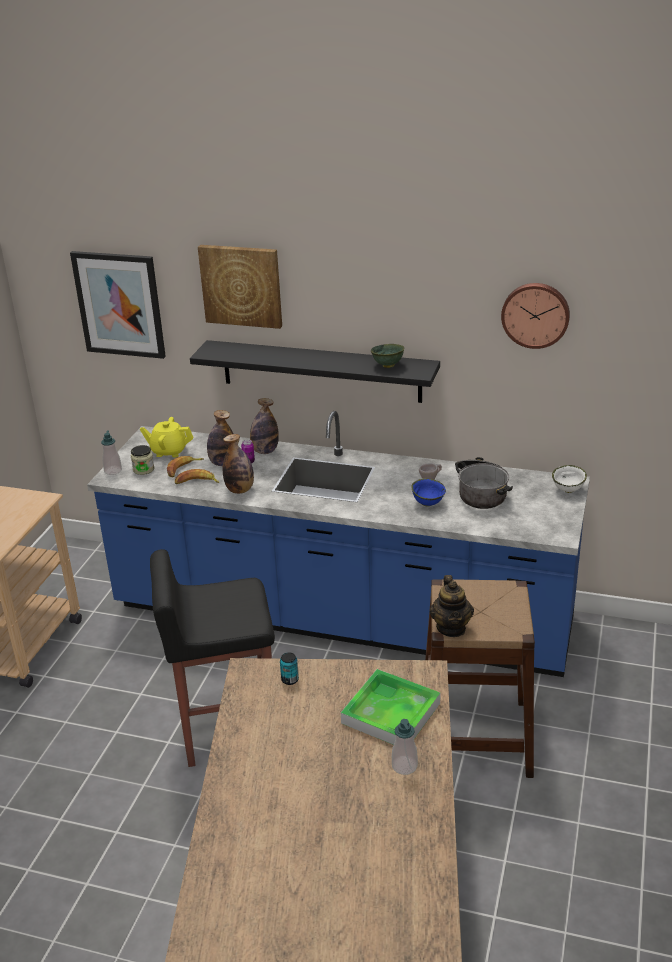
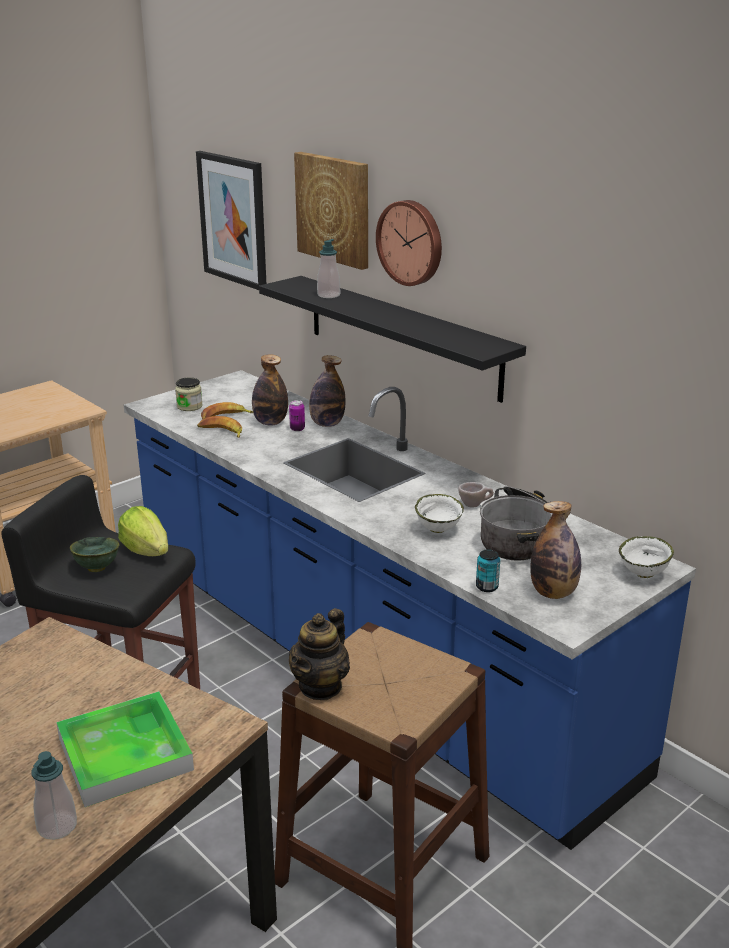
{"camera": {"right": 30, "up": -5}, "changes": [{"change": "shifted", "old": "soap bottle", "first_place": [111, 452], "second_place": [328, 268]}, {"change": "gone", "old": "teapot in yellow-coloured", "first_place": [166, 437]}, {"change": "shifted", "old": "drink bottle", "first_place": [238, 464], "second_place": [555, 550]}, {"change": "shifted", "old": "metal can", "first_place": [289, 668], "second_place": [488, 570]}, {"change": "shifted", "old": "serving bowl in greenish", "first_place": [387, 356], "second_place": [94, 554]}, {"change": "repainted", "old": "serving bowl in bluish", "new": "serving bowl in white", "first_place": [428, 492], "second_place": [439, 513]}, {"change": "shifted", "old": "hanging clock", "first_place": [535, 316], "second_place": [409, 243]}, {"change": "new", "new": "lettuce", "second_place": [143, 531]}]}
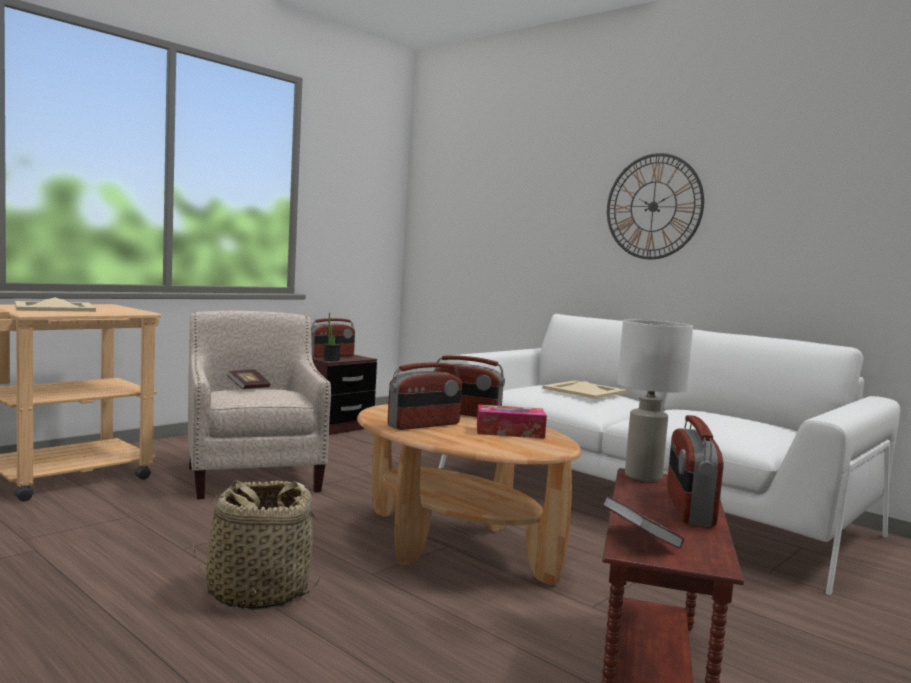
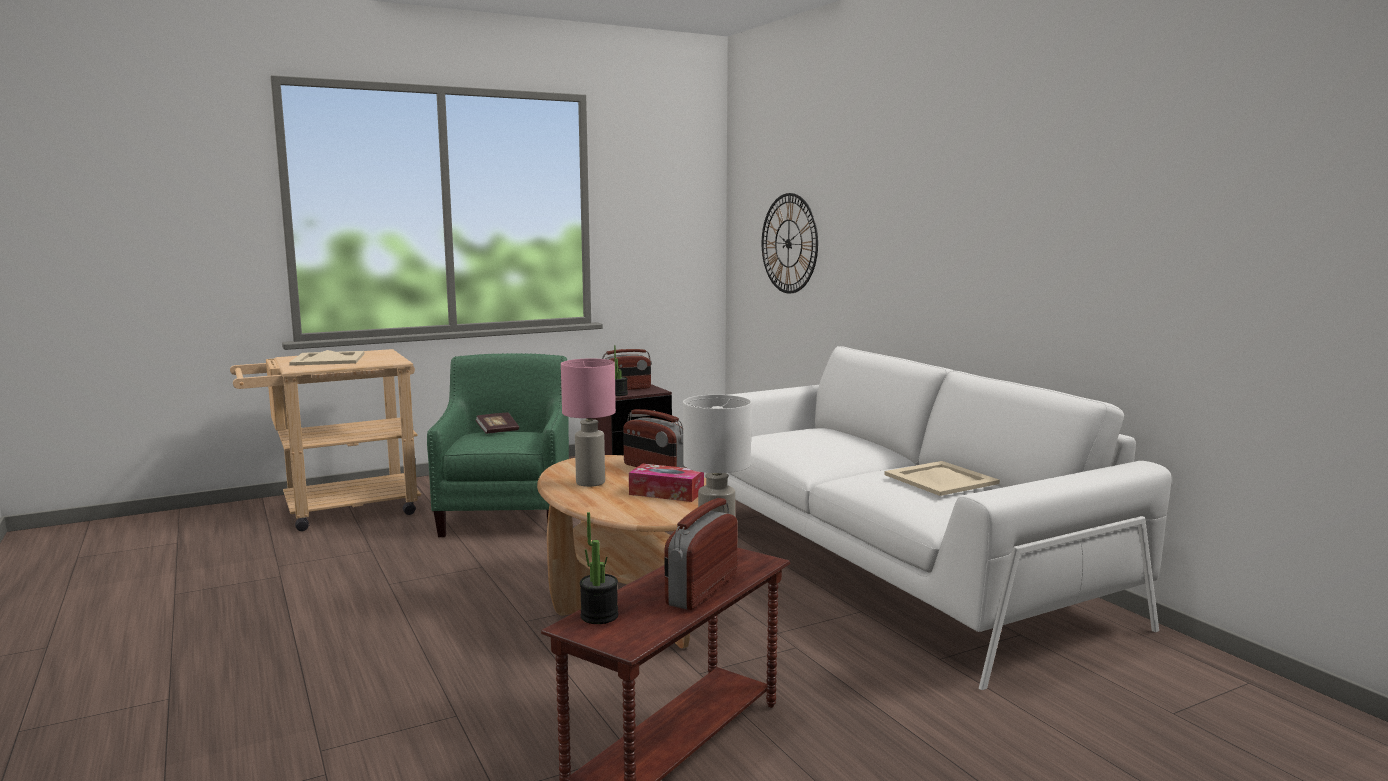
{"camera": {"right": 20, "up": 5}, "changes": [{"change": "repainted", "old": "armchair in sand-coloured", "new": "armchair in greenish", "first_place": [259, 405], "second_place": [498, 445]}, {"change": "gone", "old": "household basket", "first_place": [257, 545]}, {"change": "swapped", "old": "radio set", "new": "tabletop lamp in pink-coloured", "first_place": [425, 396], "second_place": [588, 423]}, {"change": "shifted", "old": "serving tray in sand-coloured", "first_place": [584, 389], "second_place": [942, 478]}, {"change": "swapped", "old": "book", "new": "potted plant", "first_place": [643, 522], "second_place": [599, 568]}, {"change": "shifted", "old": "hanging clock", "first_place": [655, 206], "second_place": [790, 243]}]}
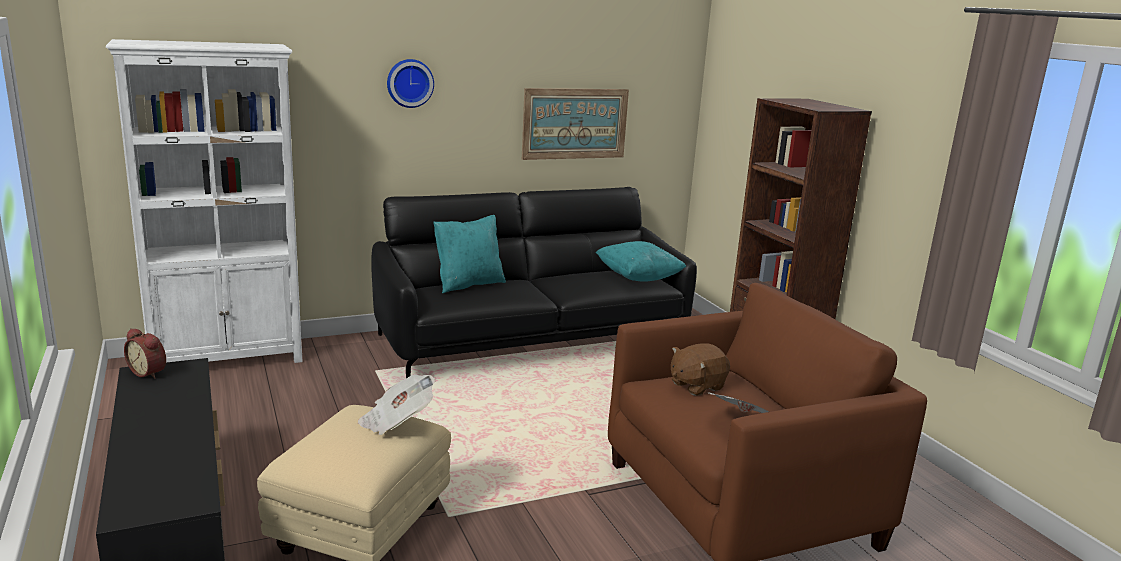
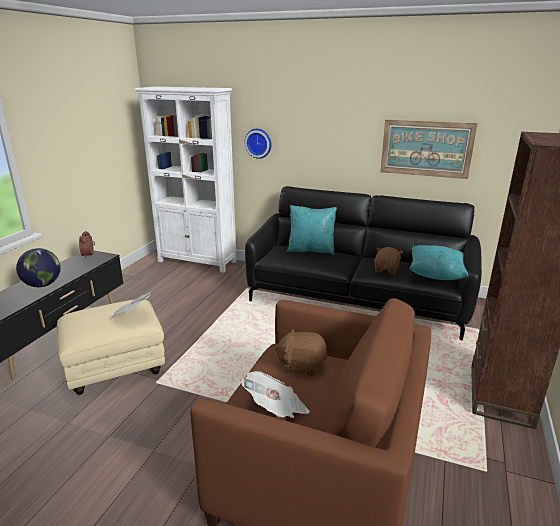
{"camera": {"right": 45, "up": 5}, "changes": [{"change": "shifted", "old": "hanging clock", "first_place": [410, 83], "second_place": [258, 144]}, {"change": "new", "new": "world globe", "second_place": [38, 267]}, {"change": "new", "new": "soft toy in brownish", "second_place": [388, 261]}]}
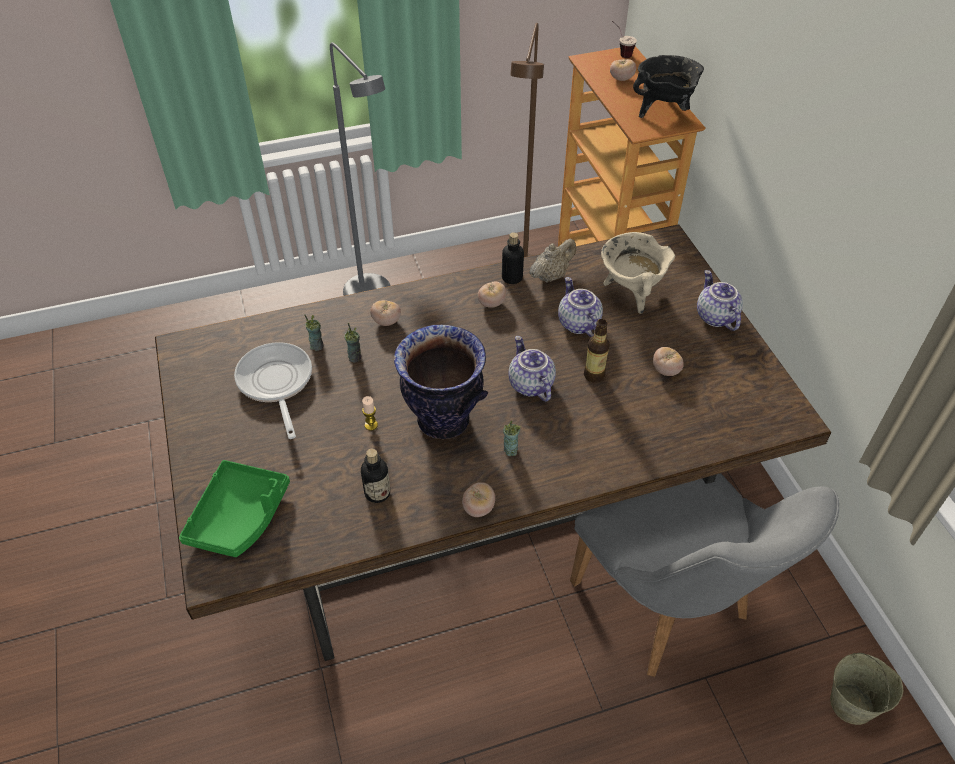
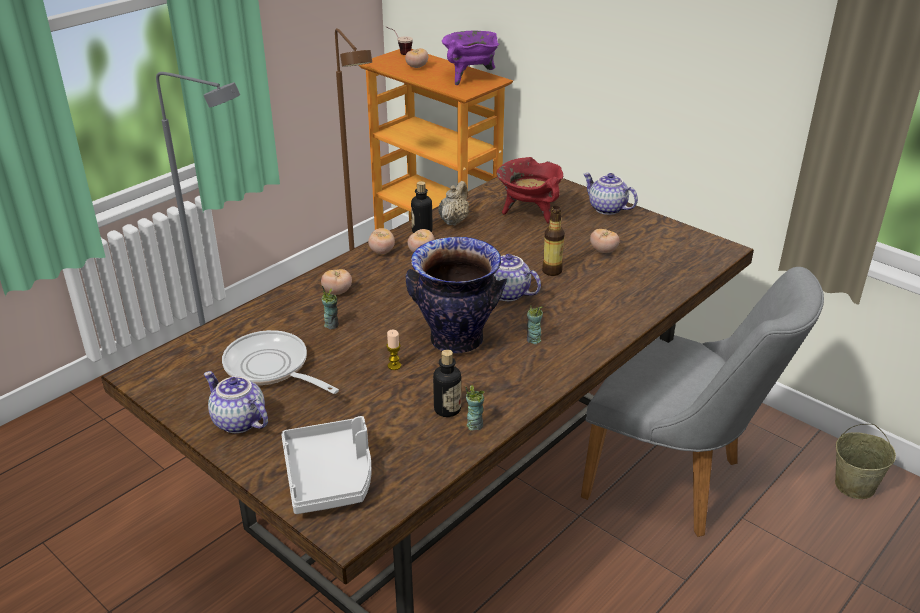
{"camera": {"right": -30, "up": -15}, "changes": [{"change": "repainted", "old": "serving tray in greenish", "new": "serving tray in grey", "first_place": [234, 508], "second_place": [326, 465]}, {"change": "shifted", "old": "small cup", "first_place": [313, 332], "second_place": [474, 408]}, {"change": "shifted", "old": "whole tomato", "first_place": [478, 499], "second_place": [381, 241]}, {"change": "shifted", "old": "teapot", "first_place": [580, 307], "second_place": [236, 402]}, {"change": "repainted", "old": "stockpot in sand-coloured", "new": "stockpot in reddish", "first_place": [638, 273], "second_place": [530, 190]}, {"change": "repainted", "old": "stockpot in blackish", "new": "stockpot in purple", "first_place": [668, 86], "second_place": [471, 58]}]}
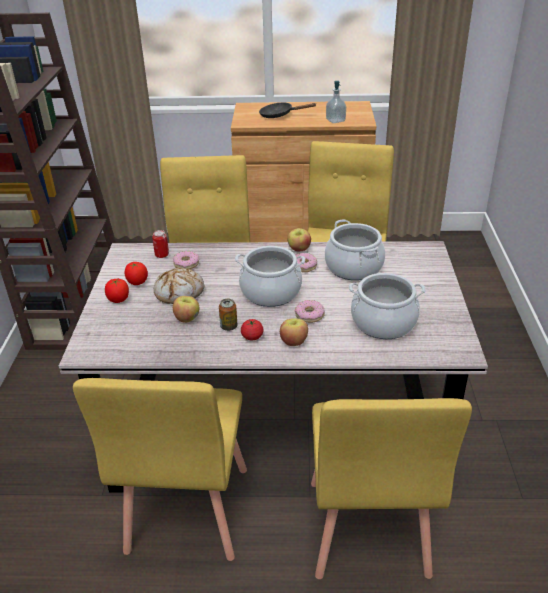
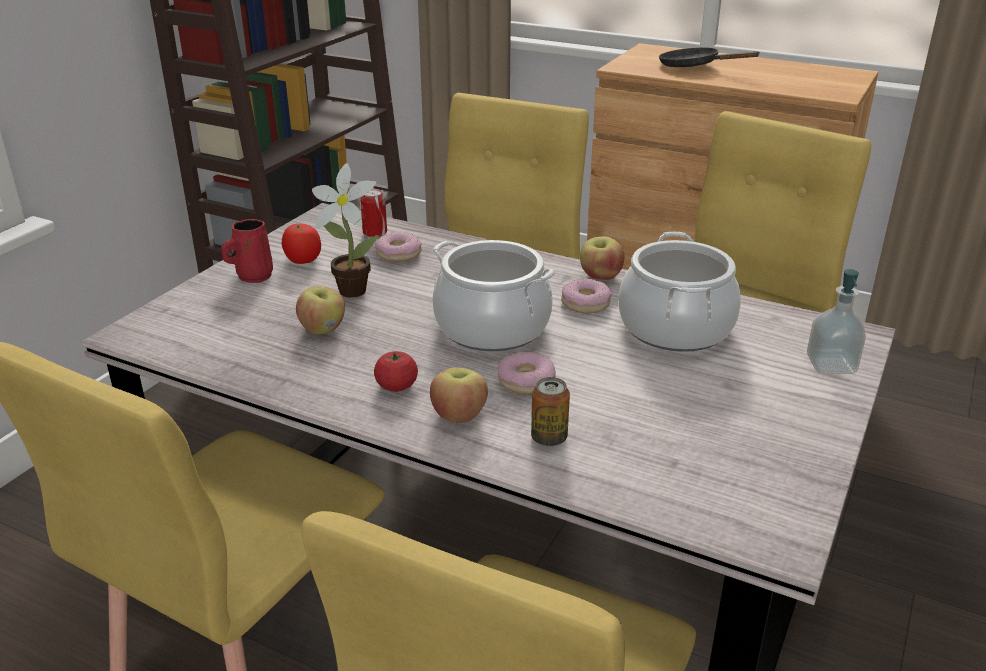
{"camera": {"right": 25, "up": -5}, "changes": [{"change": "swapped", "old": "whole tomato", "new": "coffee mug in reddish", "first_place": [117, 291], "second_place": [247, 251]}, {"change": "swapped", "old": "bakery bread", "new": "potted plant", "first_place": [179, 286], "second_place": [345, 230]}, {"change": "shifted", "old": "metal can", "first_place": [228, 315], "second_place": [550, 411]}, {"change": "shifted", "old": "soap bottle", "first_place": [336, 102], "second_place": [836, 321]}, {"change": "gone", "old": "stockpot", "first_place": [387, 306]}]}
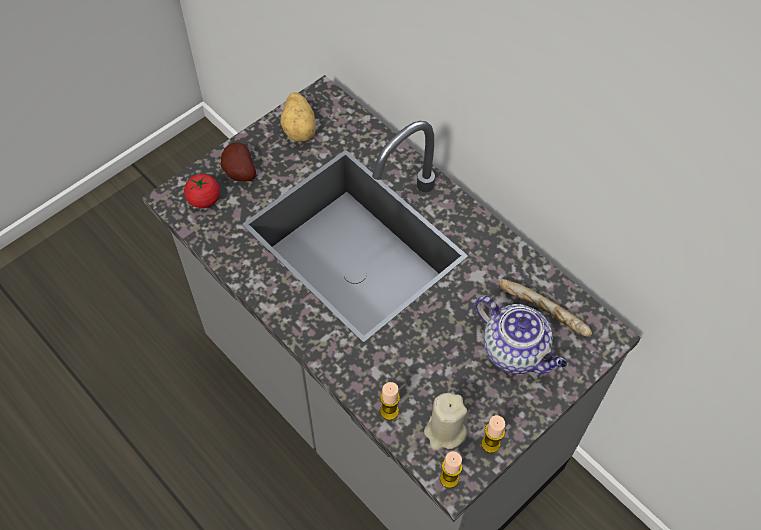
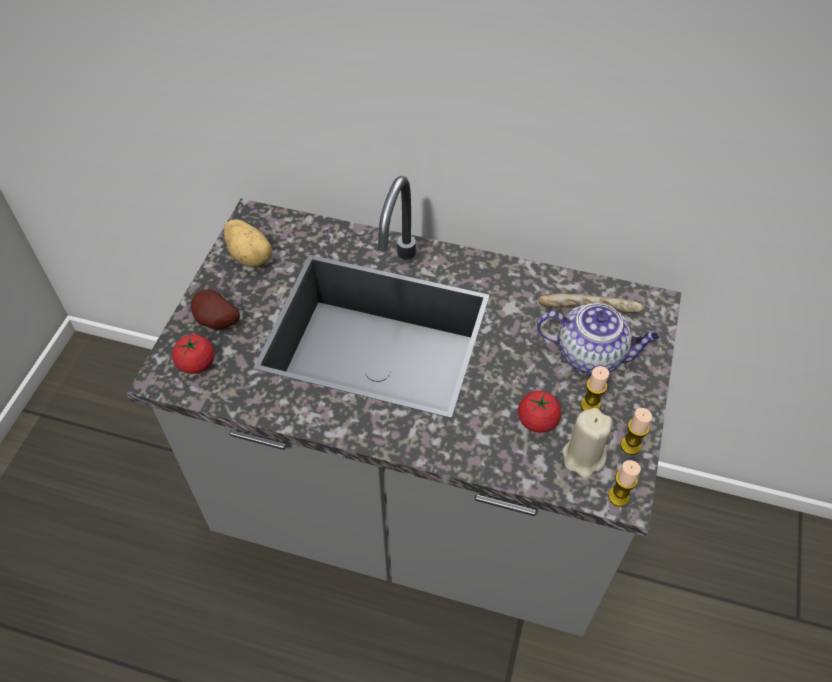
{"camera": {"right": -30, "up": -5}, "changes": [{"change": "shifted", "old": "candle", "first_place": [390, 401], "second_place": [595, 388]}, {"change": "new", "new": "whole tomato", "second_place": [539, 412]}]}
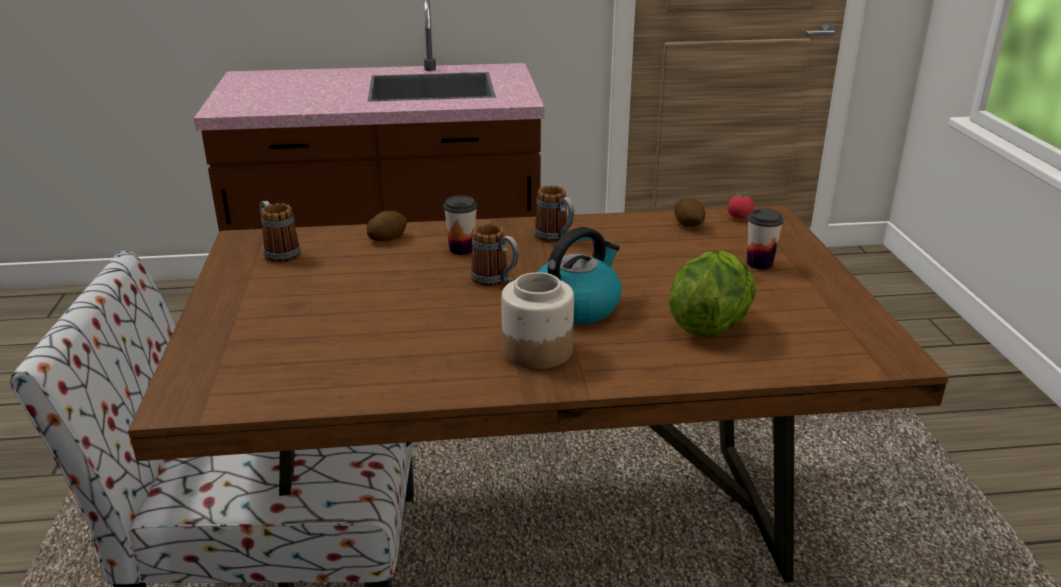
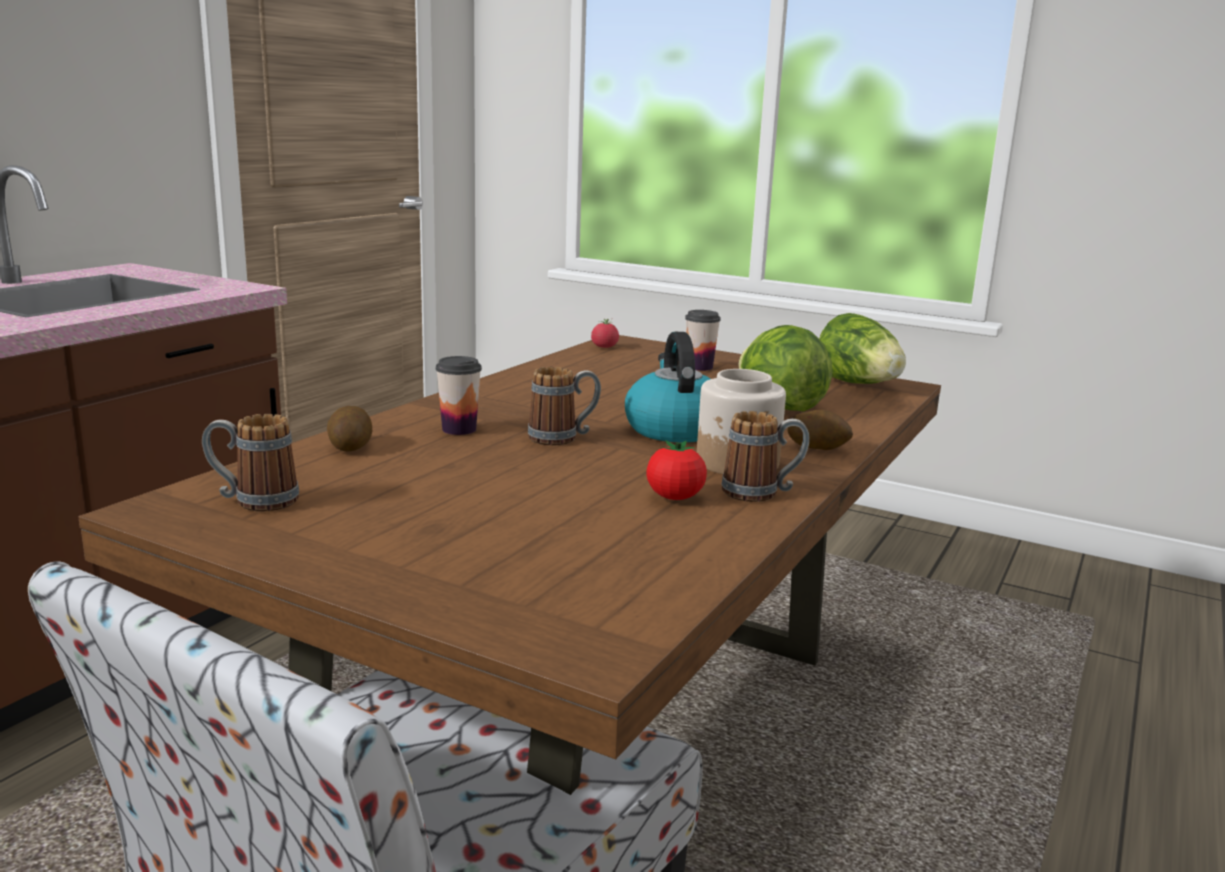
{"camera": {"right": -55, "up": -10}, "changes": [{"change": "shifted", "old": "coffee mug", "first_place": [554, 213], "second_place": [765, 456]}, {"change": "shifted", "old": "whole potato", "first_place": [689, 212], "second_place": [820, 429]}, {"change": "new", "new": "whole tomato", "second_place": [676, 470]}, {"change": "new", "new": "lettuce", "second_place": [862, 348]}]}
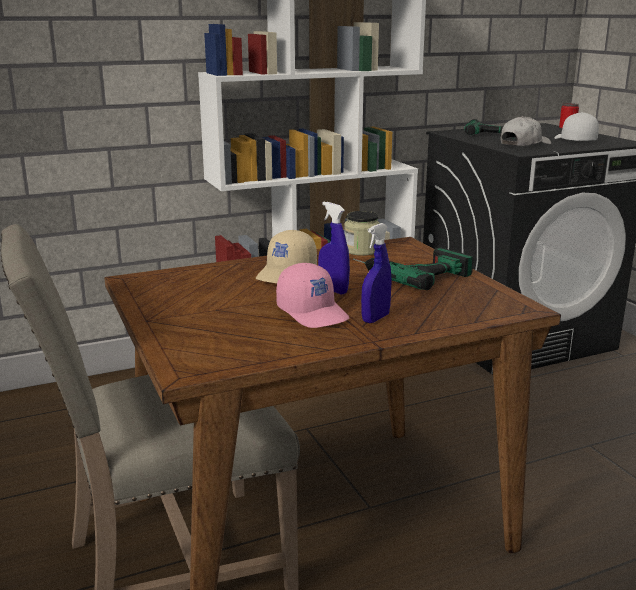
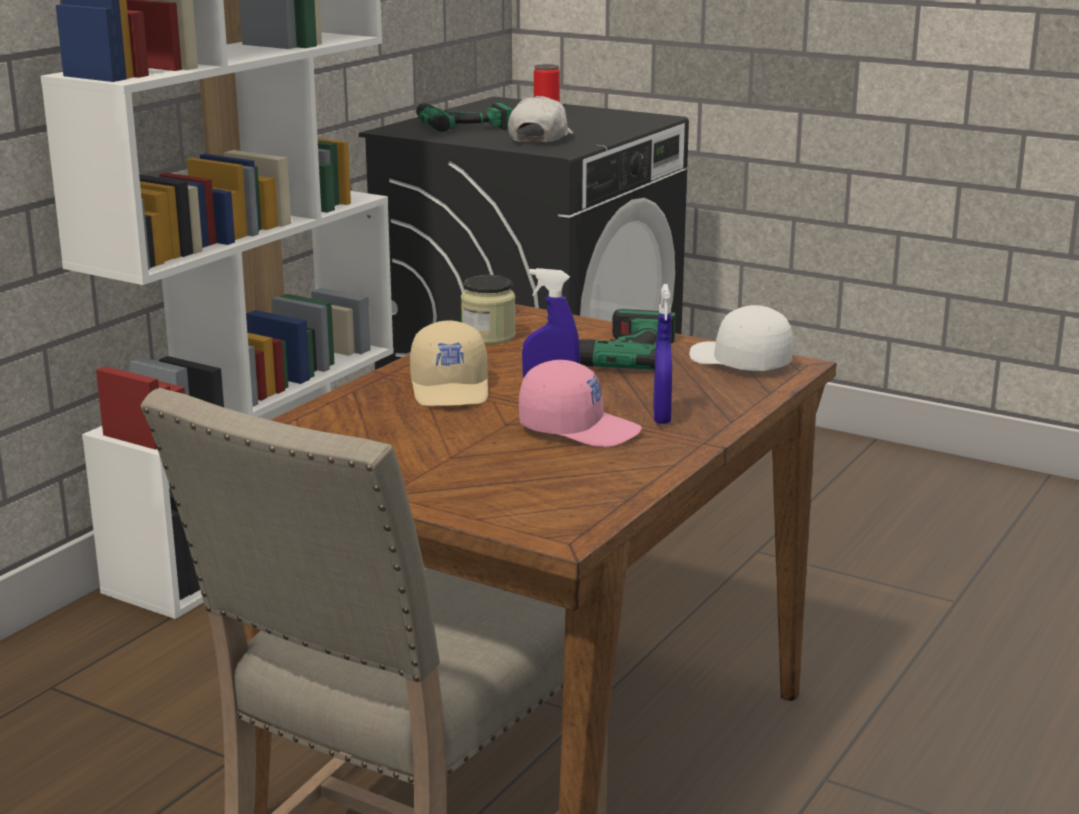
{"camera": {"right": -35, "up": 0}, "changes": [{"change": "shifted", "old": "peaked cap in white", "first_place": [577, 126], "second_place": [741, 338]}]}
